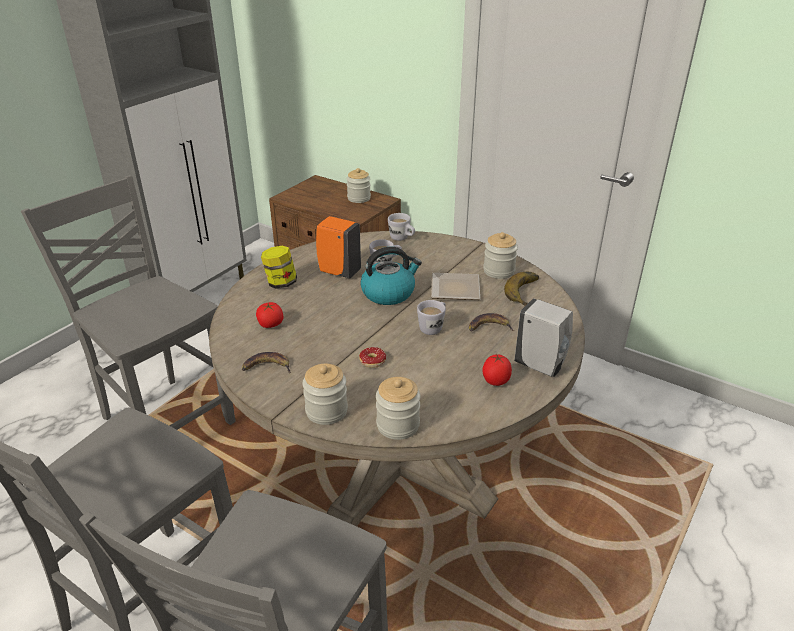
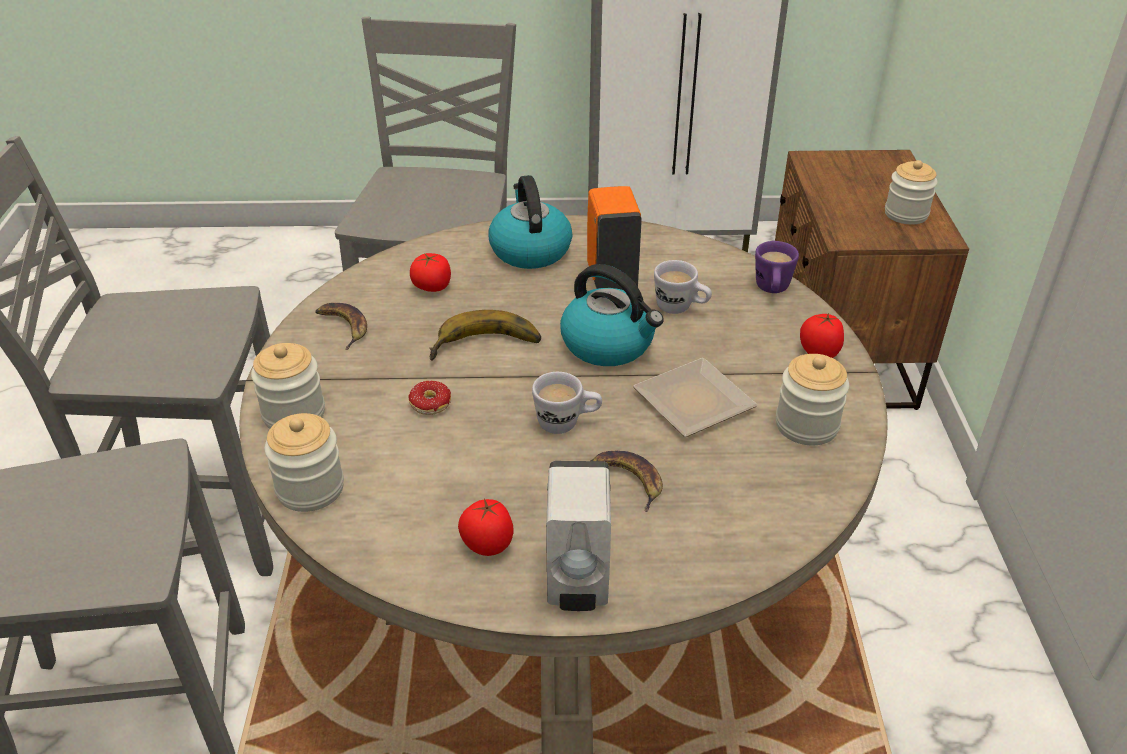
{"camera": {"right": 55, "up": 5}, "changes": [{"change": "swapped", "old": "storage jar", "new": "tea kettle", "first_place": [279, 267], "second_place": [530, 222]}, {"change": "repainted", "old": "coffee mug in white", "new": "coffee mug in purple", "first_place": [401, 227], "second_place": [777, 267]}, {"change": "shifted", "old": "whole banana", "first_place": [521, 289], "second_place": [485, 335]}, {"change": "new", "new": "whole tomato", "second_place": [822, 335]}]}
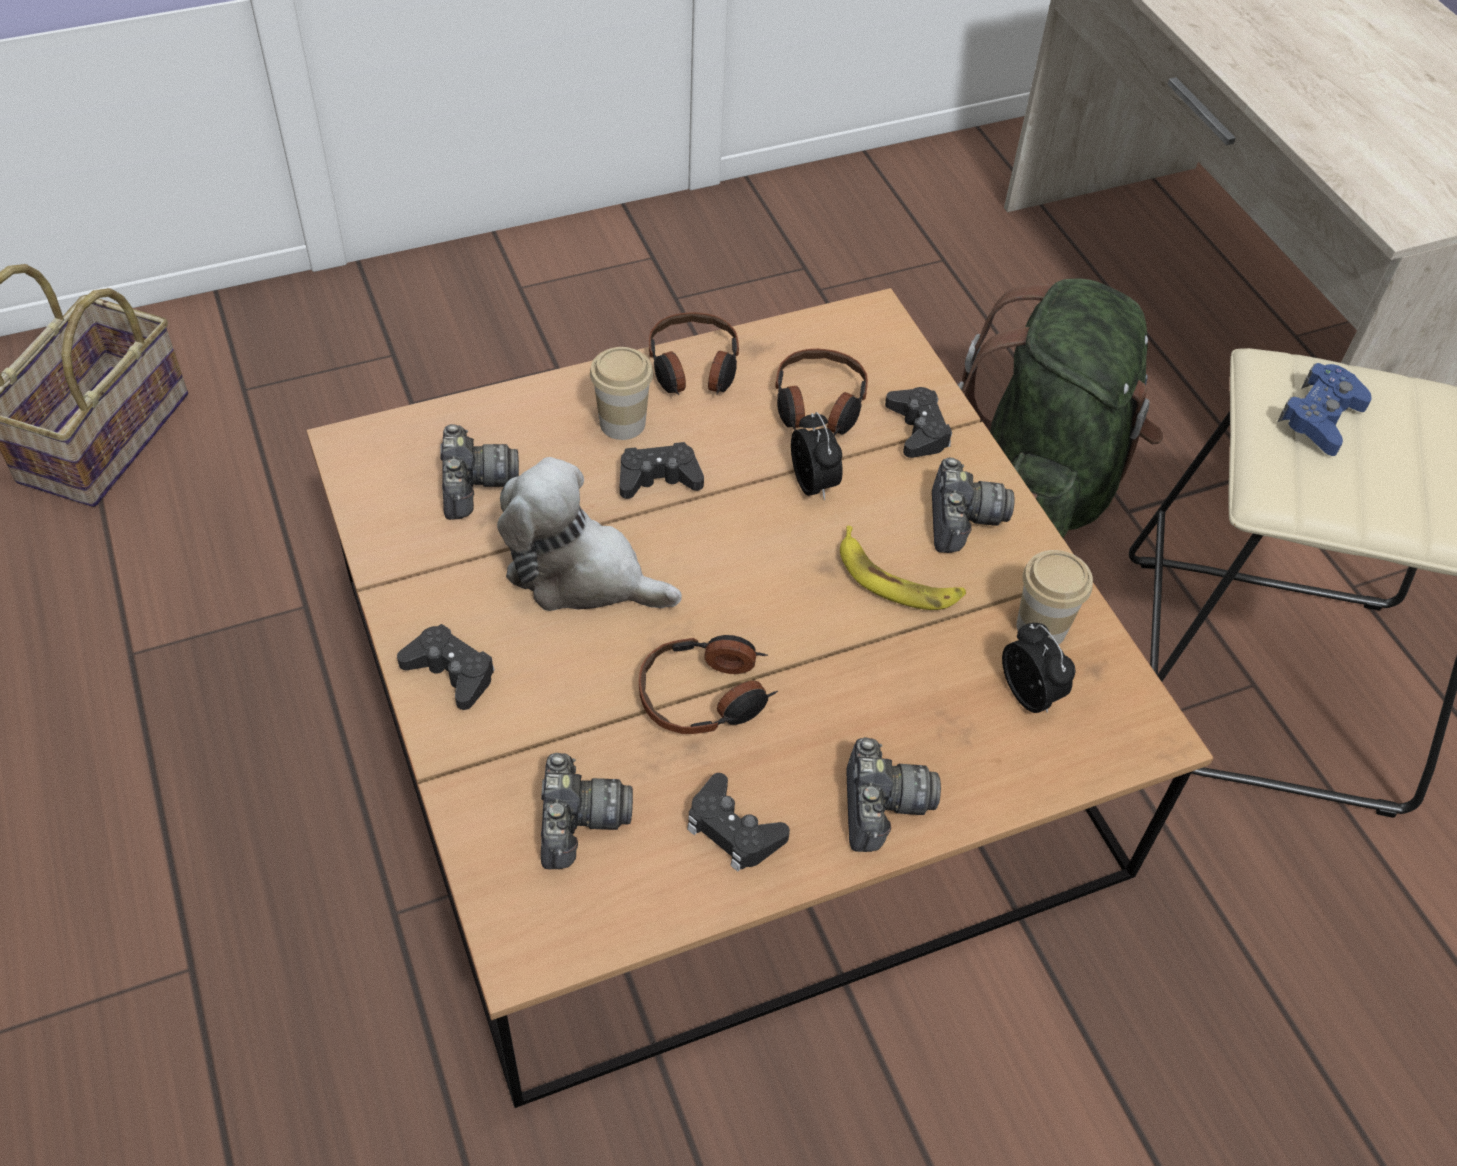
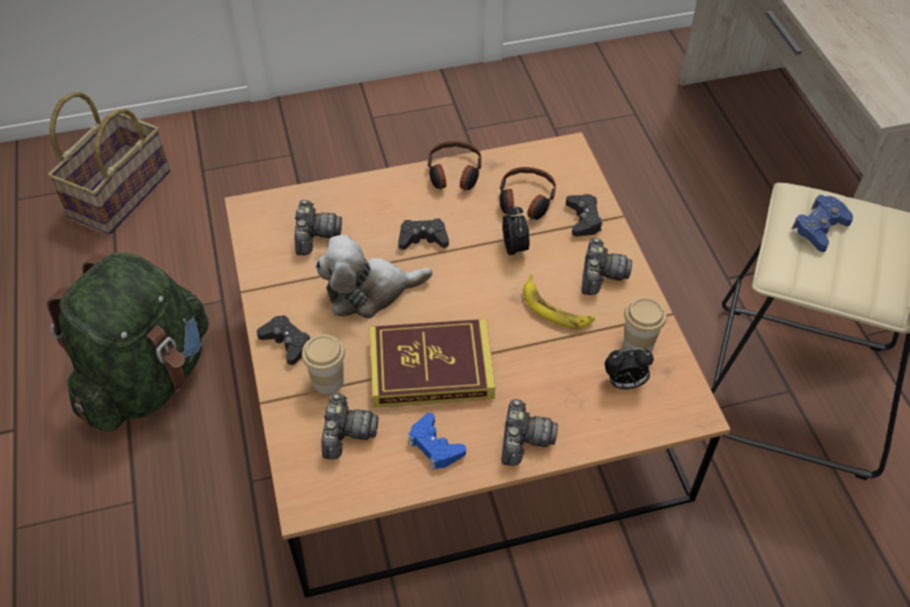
{"camera": {"right": 10, "up": 0}, "changes": [{"change": "rotated", "old": "soft toy", "first_place": [589, 534], "second_place": [374, 276], "degrees": -45}, {"change": "shifted", "old": "small cup", "first_place": [621, 393], "second_place": [323, 364]}, {"change": "swapped", "old": "headset", "new": "book", "first_place": [708, 684], "second_place": [432, 363]}, {"change": "repainted", "old": "joypad in blackish", "new": "joypad in bluish", "first_place": [738, 822], "second_place": [437, 441]}, {"change": "shifted", "old": "backpack in greenish", "first_place": [1060, 408], "second_place": [128, 342]}, {"change": "rotated", "old": "bedside clock", "first_place": [1038, 668], "second_place": [629, 368], "degrees": 105}]}
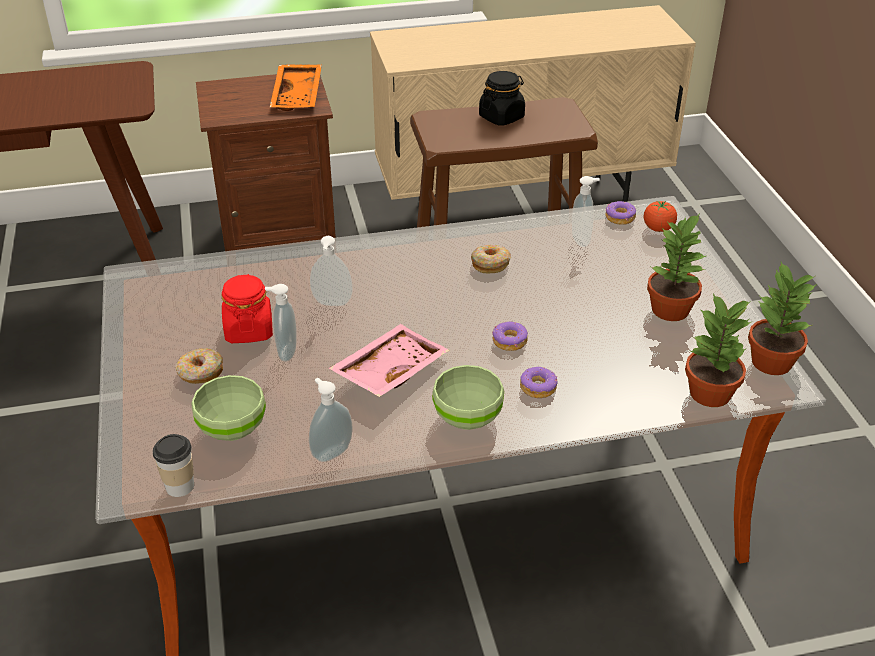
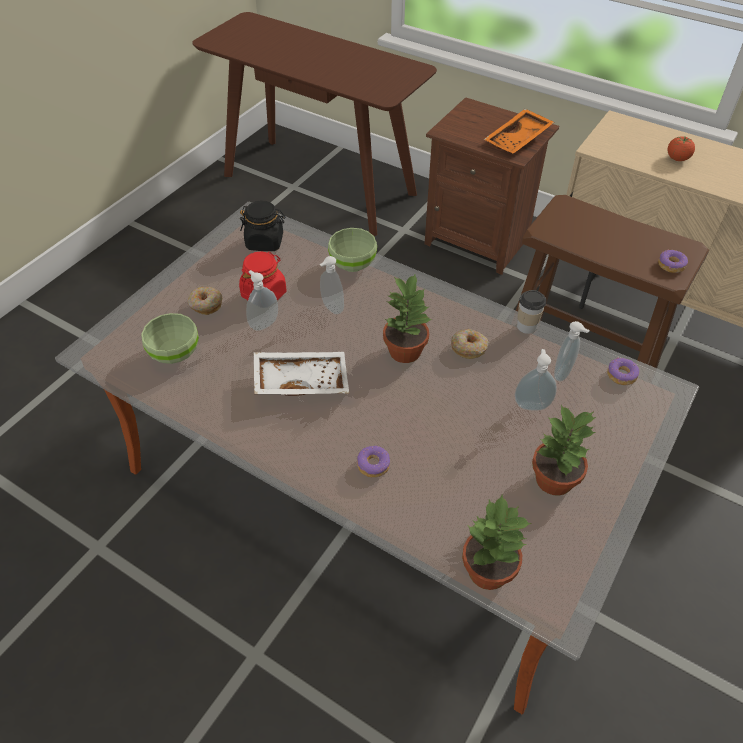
{"camera": {"right": 45, "up": 10}, "changes": [{"change": "shifted", "old": "small cup", "first_place": [173, 465], "second_place": [531, 312]}, {"change": "shifted", "old": "soap bottle", "first_place": [331, 420], "second_place": [536, 380]}, {"change": "repainted", "old": "serving tray in pink-coloured", "new": "serving tray in white", "first_place": [389, 360], "second_place": [301, 374]}, {"change": "shifted", "old": "serving bowl in greenish", "first_place": [468, 397], "second_place": [352, 250]}, {"change": "shifted", "old": "storage jar in blackish", "first_place": [502, 98], "second_place": [263, 226]}, {"change": "shifted", "old": "doughnut", "first_place": [510, 336], "second_place": [673, 261]}, {"change": "shifted", "old": "whole tomato", "first_place": [660, 216], "second_place": [681, 148]}, {"change": "shifted", "old": "potted plant", "first_place": [782, 318], "second_place": [407, 318]}]}
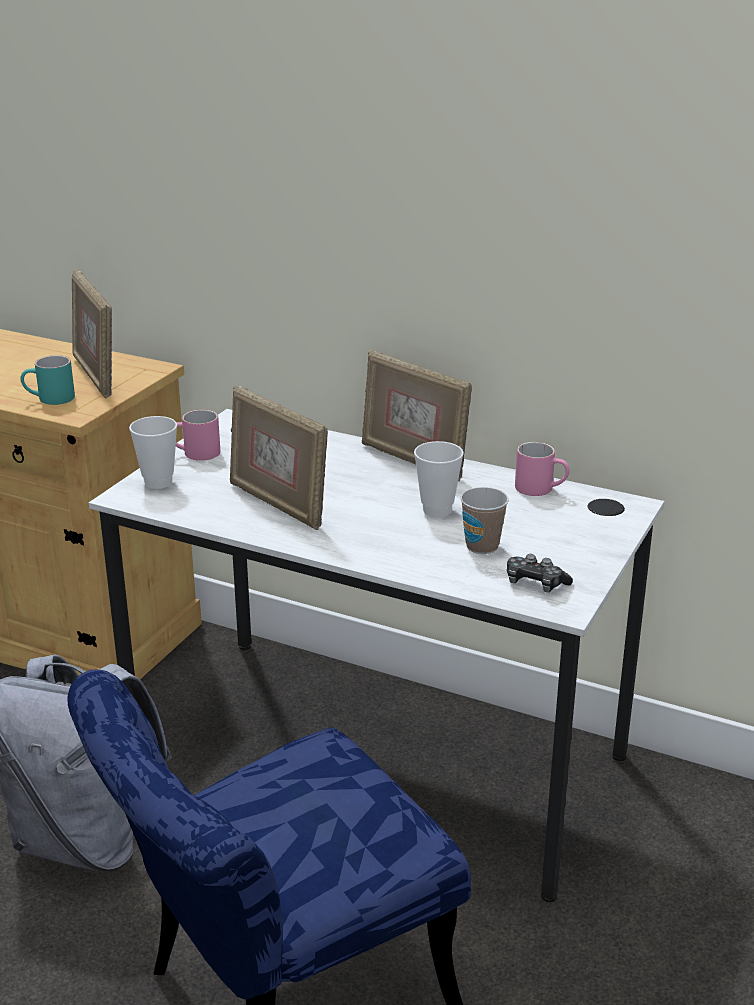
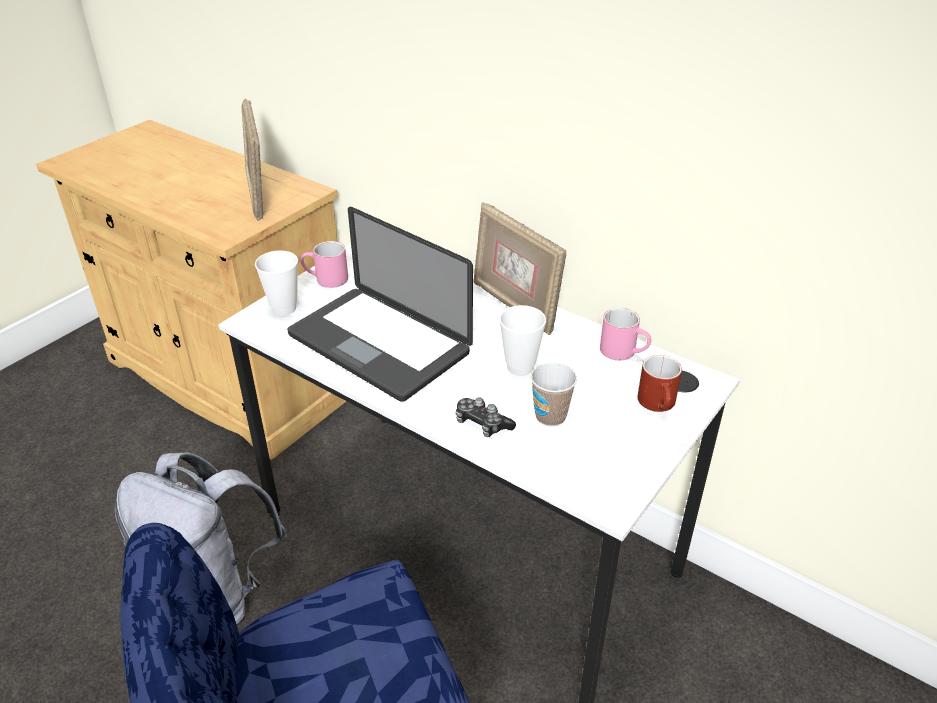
{"camera": {"right": 10, "up": 10}, "changes": [{"change": "gone", "old": "coffee mug in turquoise", "first_place": [47, 380]}, {"change": "swapped", "old": "photo frame", "new": "laptop", "first_place": [279, 457], "second_place": [380, 304]}, {"change": "shifted", "old": "joypad", "first_place": [540, 573], "second_place": [486, 417]}, {"change": "new", "new": "coffee mug in reddish", "second_place": [659, 383]}]}
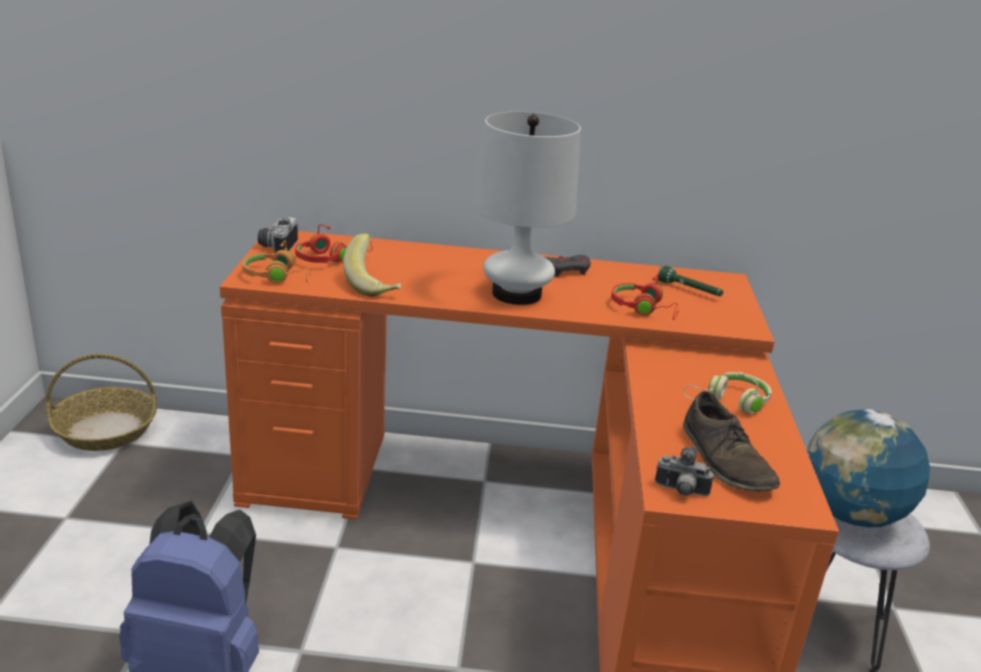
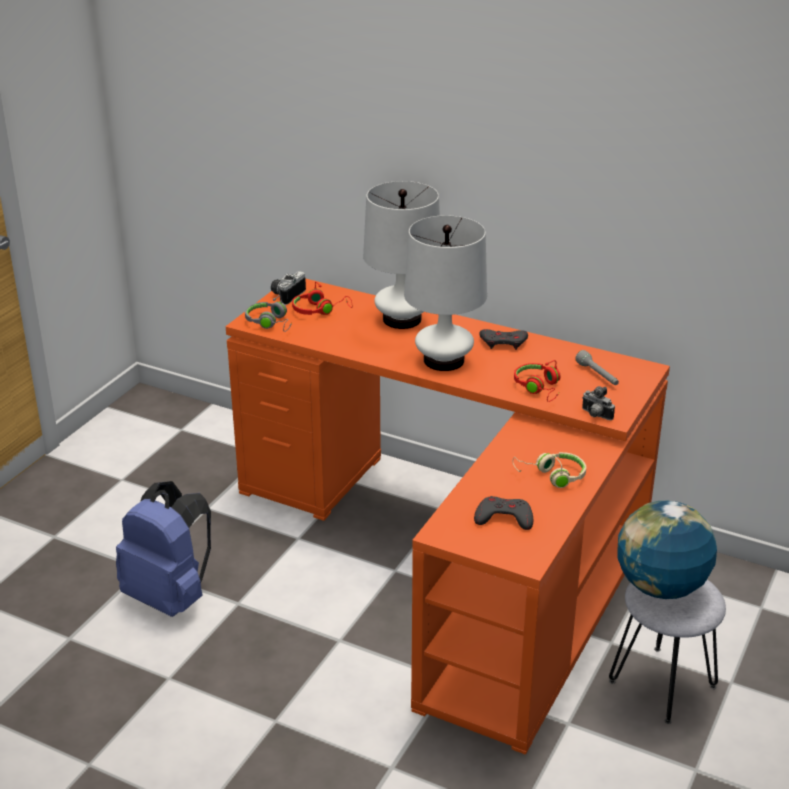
{"camera": {"right": 25, "up": 5}, "changes": [{"change": "gone", "old": "household basket", "first_place": [101, 402]}, {"change": "repainted", "old": "headset in orange", "new": "headset in grey", "first_place": [276, 262], "second_place": [268, 313]}, {"change": "gone", "old": "whole banana", "first_place": [372, 265]}, {"change": "shifted", "old": "photo camera", "first_place": [684, 471], "second_place": [598, 403]}, {"change": "repainted", "old": "flashlight in greenish", "new": "flashlight in grey", "first_place": [690, 280], "second_place": [597, 367]}, {"change": "swapped", "old": "low shoe in brownish", "new": "joypad in grey", "first_place": [731, 441], "second_place": [503, 513]}, {"change": "new", "new": "tabletop lamp in white", "second_place": [401, 255]}]}
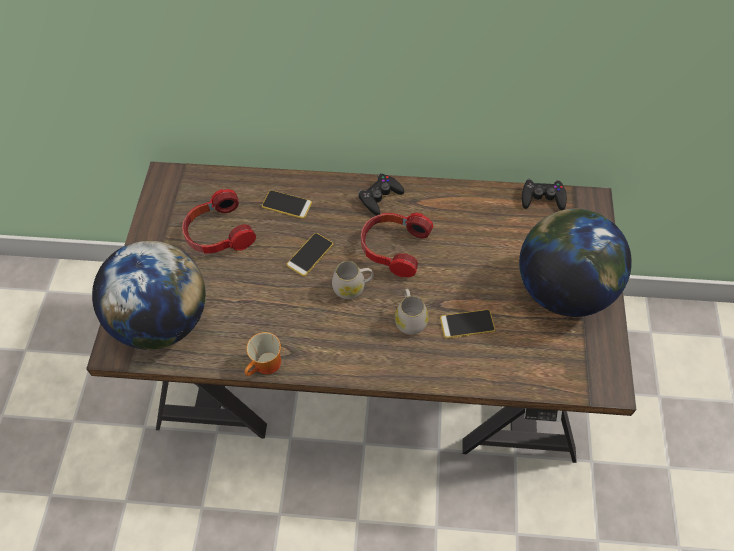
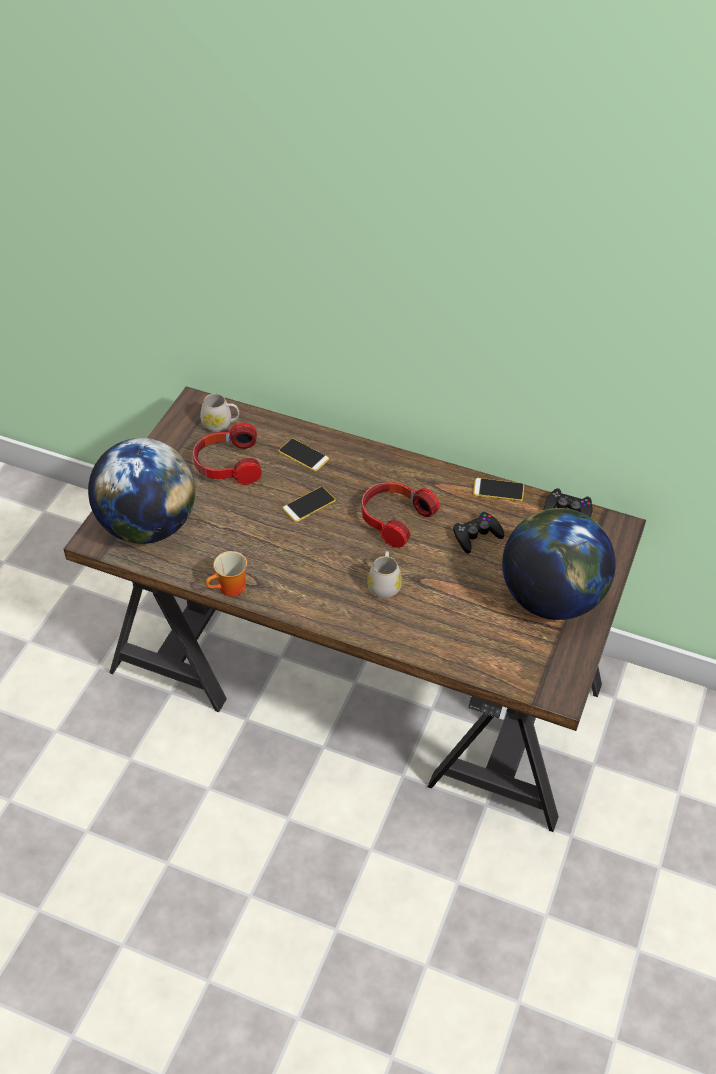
{"camera": {"right": 15, "up": -10}, "changes": [{"change": "shifted", "old": "coffee mug in white", "first_place": [352, 280], "second_place": [219, 412]}, {"change": "shifted", "old": "joypad in blackish", "first_place": [381, 195], "second_place": [478, 532]}, {"change": "shifted", "old": "telephone", "first_place": [467, 323], "second_place": [498, 490]}]}
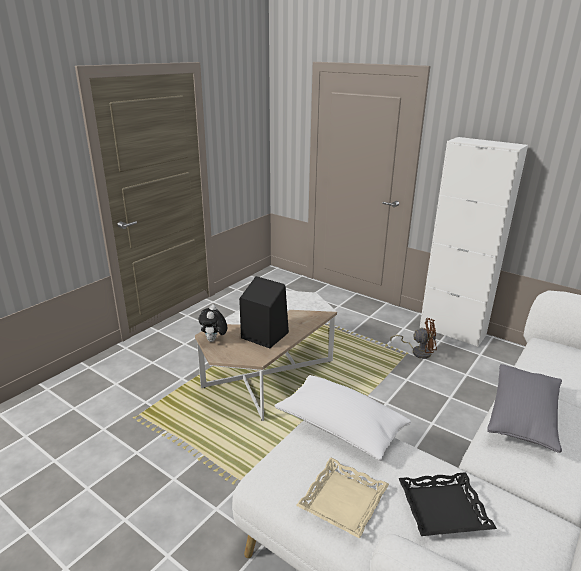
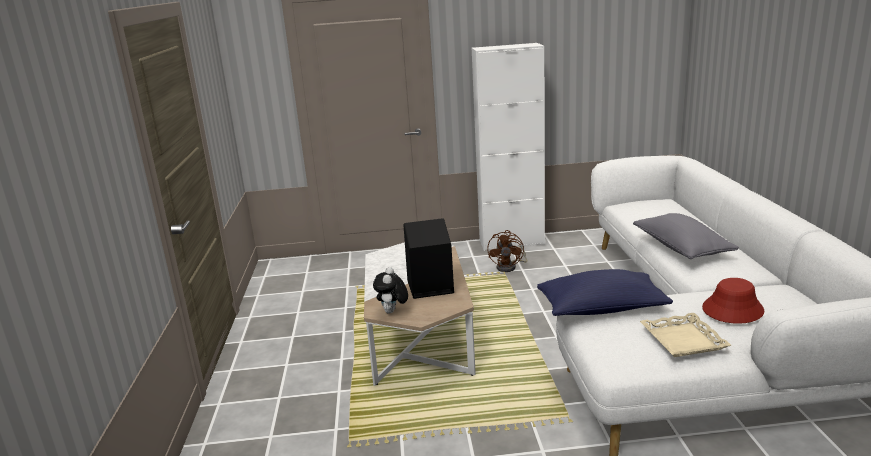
{"camera": {"right": -40, "up": -5}, "changes": [{"change": "rotated", "old": "soft toy", "first_place": [213, 323], "second_place": [390, 290], "degrees": 45}, {"change": "repainted", "old": "cushion in white", "new": "cushion in bluish", "first_place": [343, 418], "second_place": [605, 292]}, {"change": "rotated", "old": "cooling fan in brownish", "first_place": [413, 338], "second_place": [507, 251], "degrees": 135}, {"change": "swapped", "old": "serving tray in blackish", "new": "hat in reddish", "first_place": [448, 504], "second_place": [733, 301]}]}
